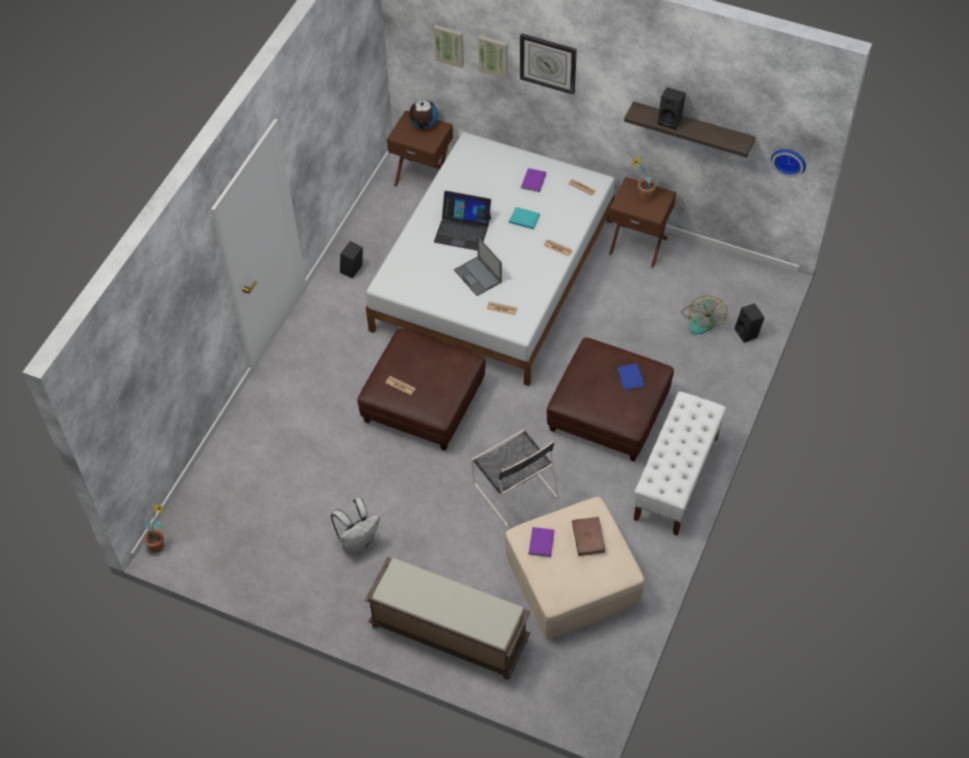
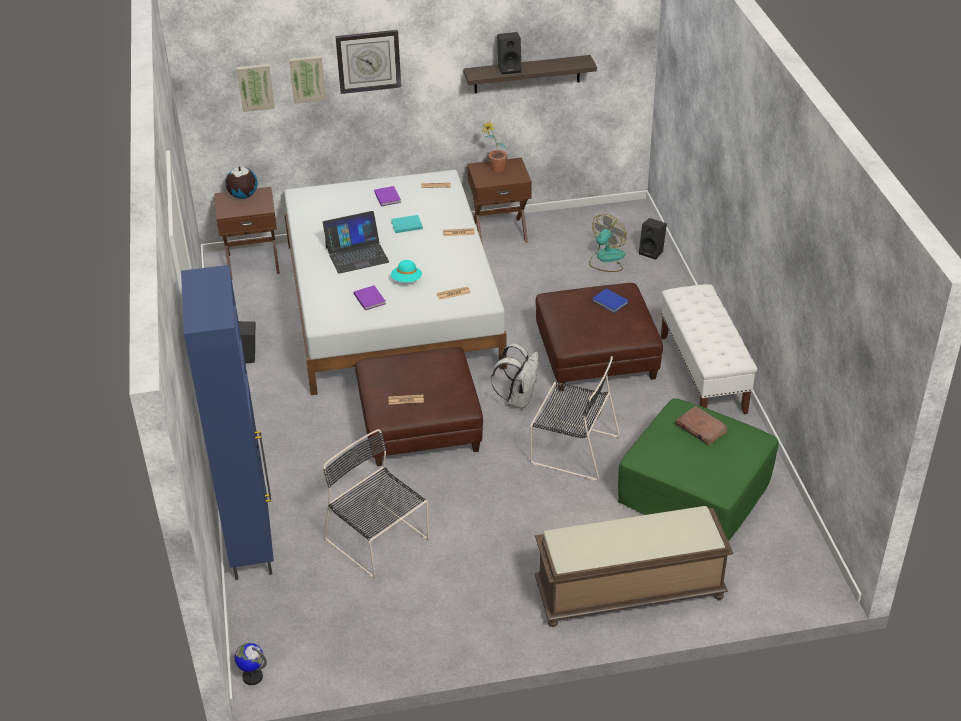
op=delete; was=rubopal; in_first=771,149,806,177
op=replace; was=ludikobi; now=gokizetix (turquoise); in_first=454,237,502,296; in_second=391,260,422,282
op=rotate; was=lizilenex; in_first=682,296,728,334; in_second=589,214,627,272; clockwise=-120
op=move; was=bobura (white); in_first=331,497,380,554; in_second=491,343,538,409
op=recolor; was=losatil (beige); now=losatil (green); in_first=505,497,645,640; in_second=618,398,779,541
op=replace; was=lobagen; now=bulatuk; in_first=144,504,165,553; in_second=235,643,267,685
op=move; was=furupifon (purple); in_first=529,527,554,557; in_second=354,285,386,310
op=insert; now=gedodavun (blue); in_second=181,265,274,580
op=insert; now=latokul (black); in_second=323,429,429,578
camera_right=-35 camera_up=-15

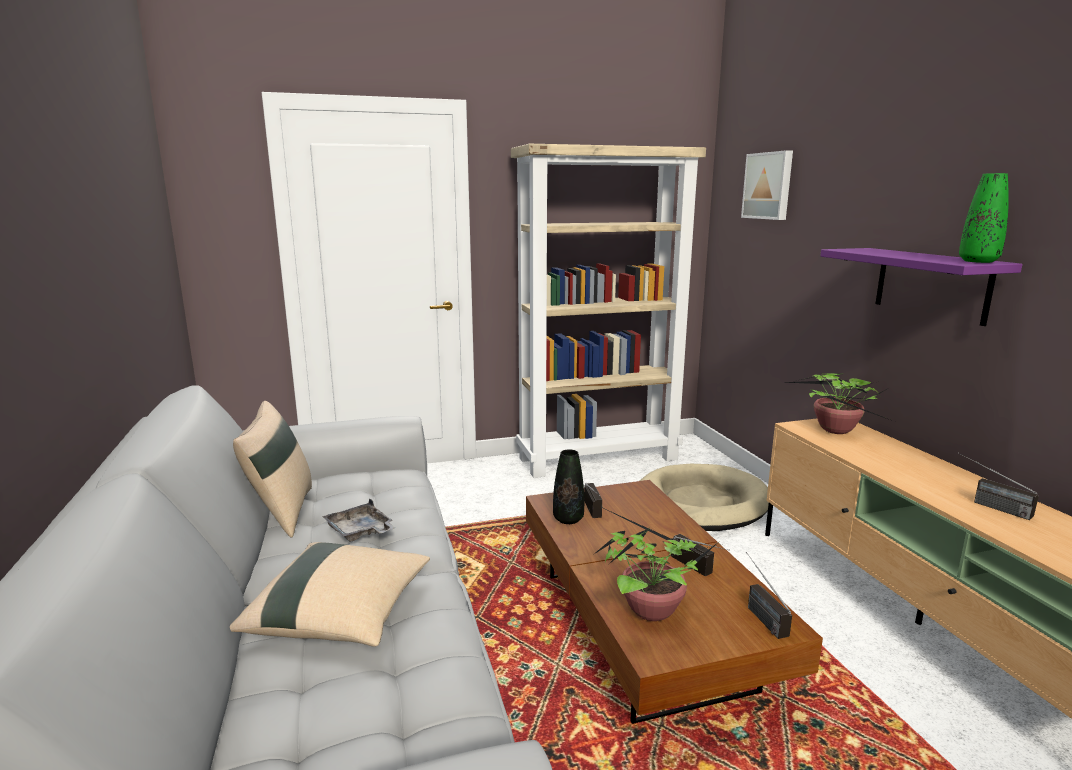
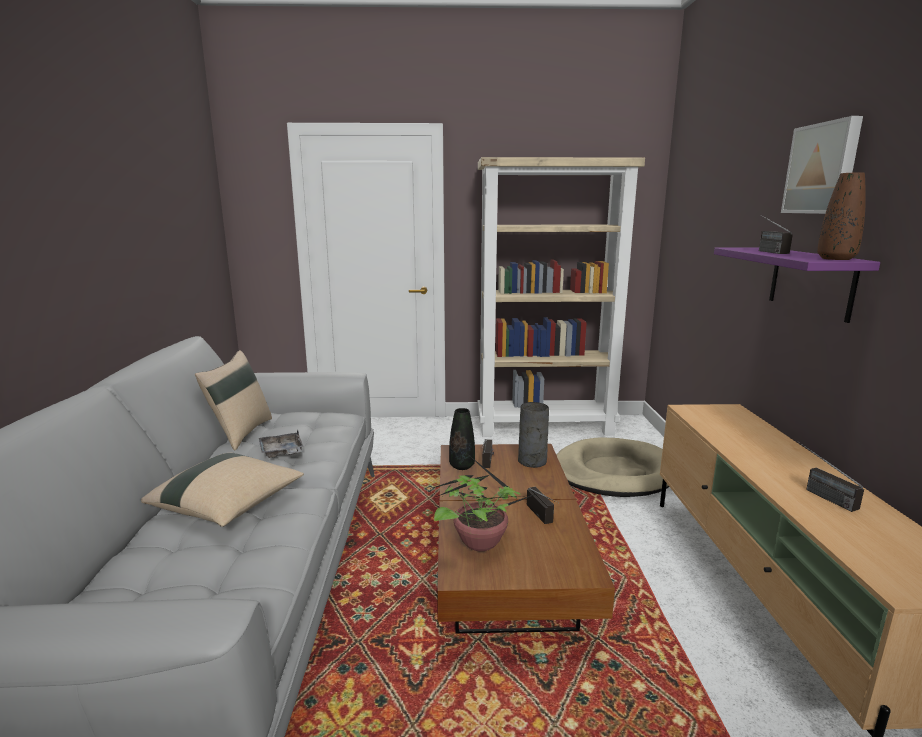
op=move; was=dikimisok; in_first=741,150,793,220; in_second=781,116,863,214
op=recolor; was=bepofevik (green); now=bepofevik (brown); in_first=959,173,1009,263; in_second=817,172,866,260
op=delete; was=lobagen; in_first=787,373,890,434
op=move; was=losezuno; in_first=746,552,792,639; in_second=759,215,793,254
op=insert; now=bepofevik (grey); in_second=518,402,549,468
camera_right=15 camera_up=0

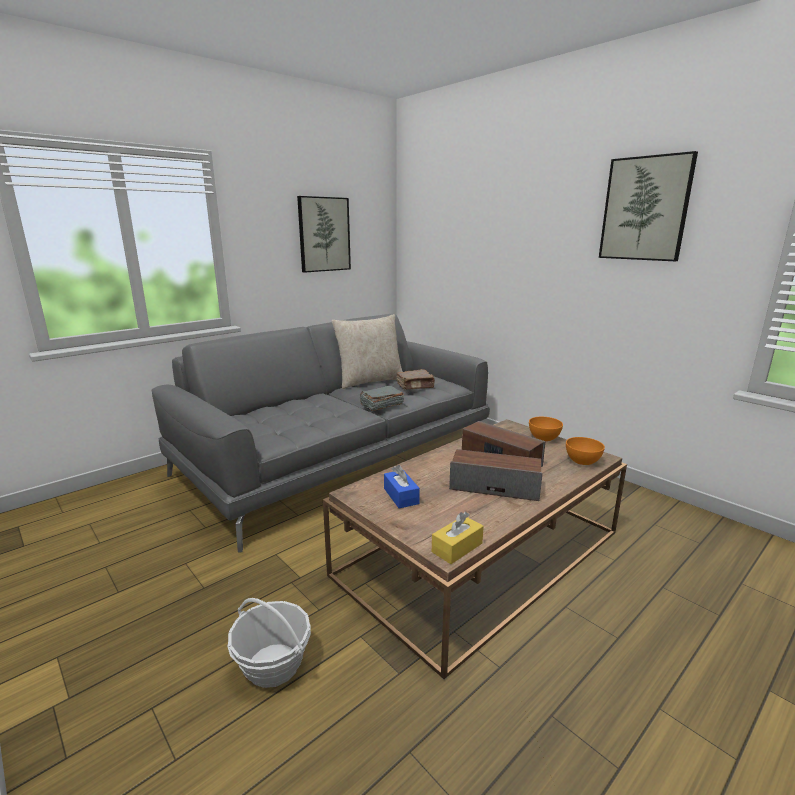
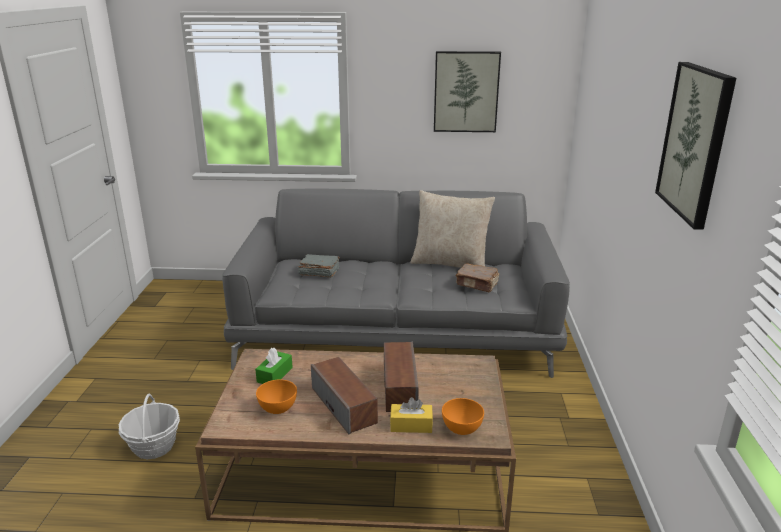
op=move; was=furupifon (grey); in_first=360,386,404,412; in_second=298,254,340,277
op=move; was=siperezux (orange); in_first=529,417,563,441; in_second=256,379,297,414
op=recolor; was=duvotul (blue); now=duvotul (green); in_first=384,465,420,508; in_second=255,348,293,384
op=move; was=duvotul (yellow); in_first=432,512,484,564; in_second=390,397,433,433
camera_right=45 camera_up=5

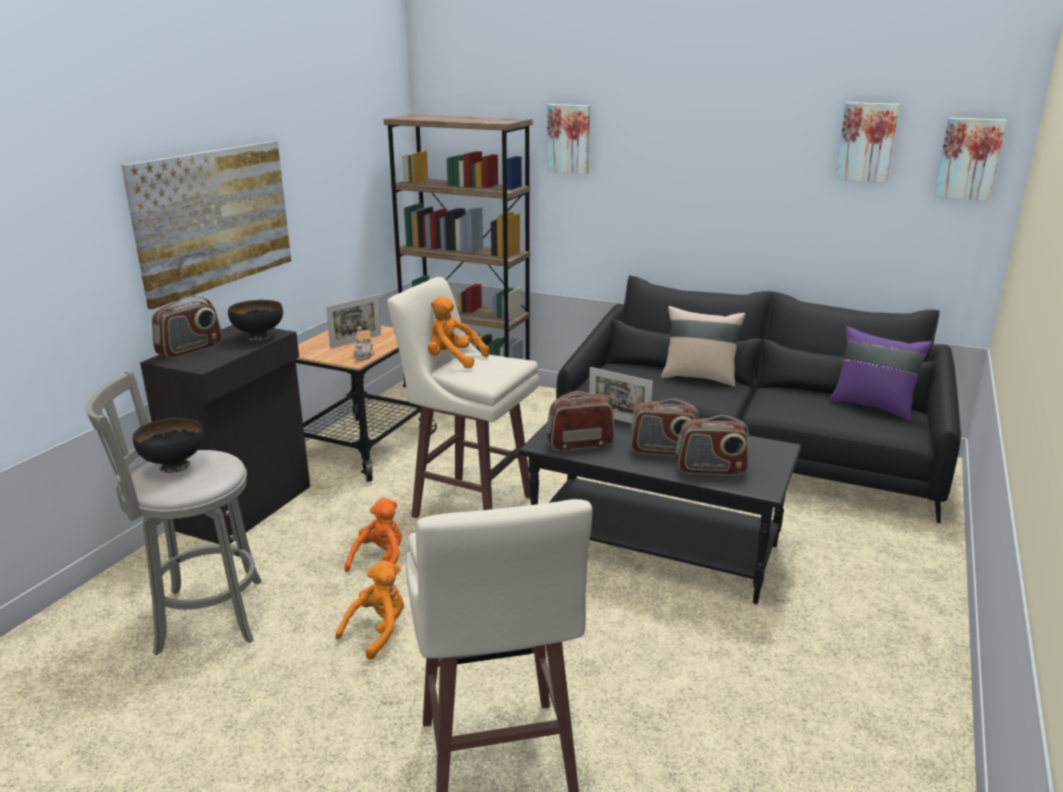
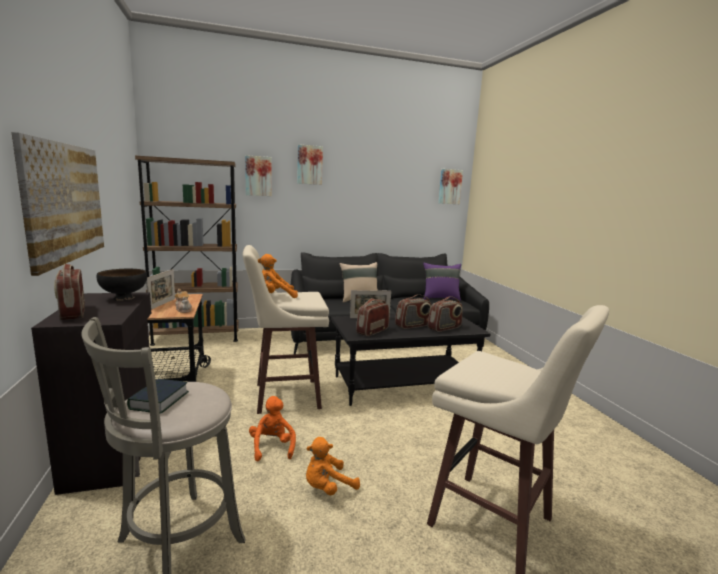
op=move; was=dikimisok; in_first=835,102,900,183; in_second=297,144,323,185
op=rotate; was=losezuno; in_first=152,296,222,359; in_second=54,264,85,320; clockwise=150
op=replace; was=siperezux (black); now=furupifon; in_first=133,417,204,473; in_second=127,379,189,413
op=rotate; was=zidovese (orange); in_first=335,560,404,660; in_second=306,437,360,495; clockwise=-120
camera_right=-40 camera_up=-10

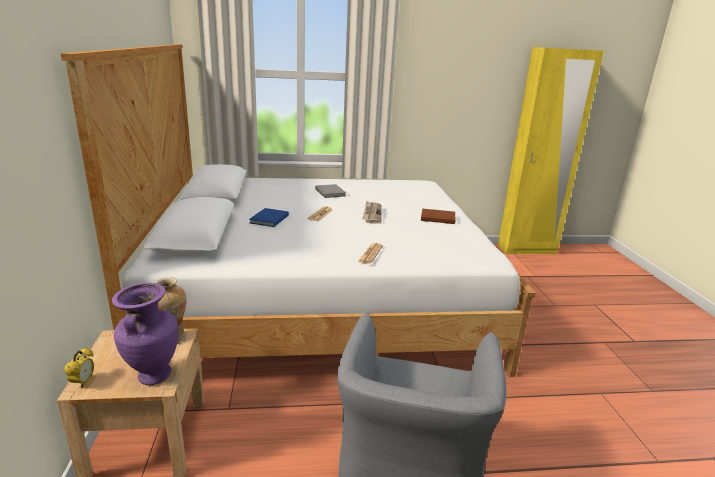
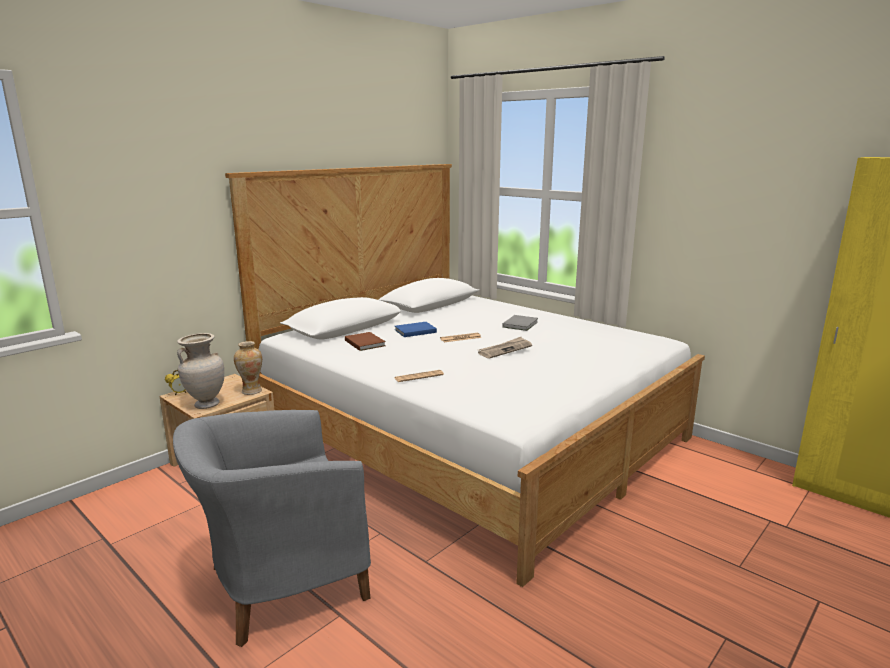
op=move; was=furupifon (brown); in_first=421,208,456,224; in_second=345,332,386,351
op=recolor; was=bepofevik (purple); now=bepofevik (beige); in_first=112,283,179,385; in_second=177,333,224,409
camera_right=50 camera_up=-5

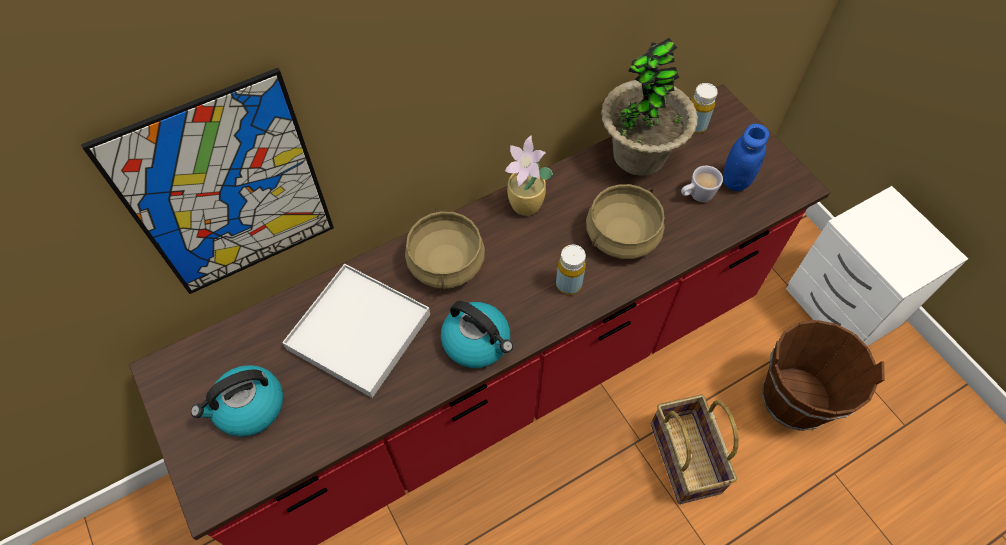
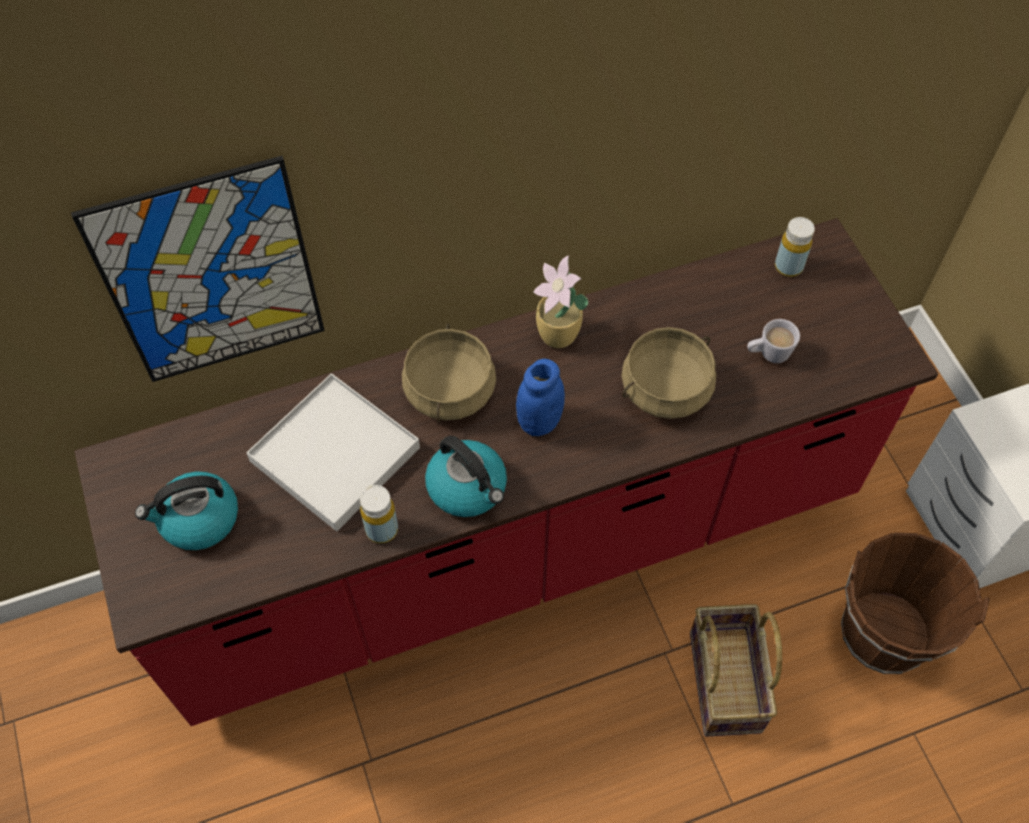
op=delete; was=lobagen; in_first=601,38,698,176
op=move; was=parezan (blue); in_first=723,124,769,191; in_second=516,359,565,436
op=move; was=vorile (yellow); in_first=556,245,586,295; in_second=360,485,398,543
camera_right=10 camera_up=0

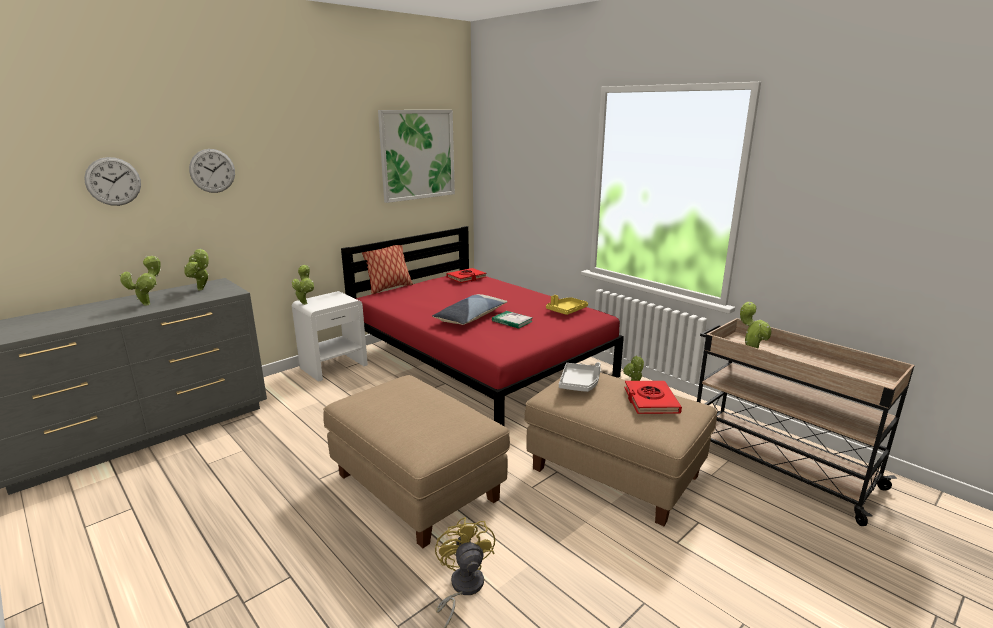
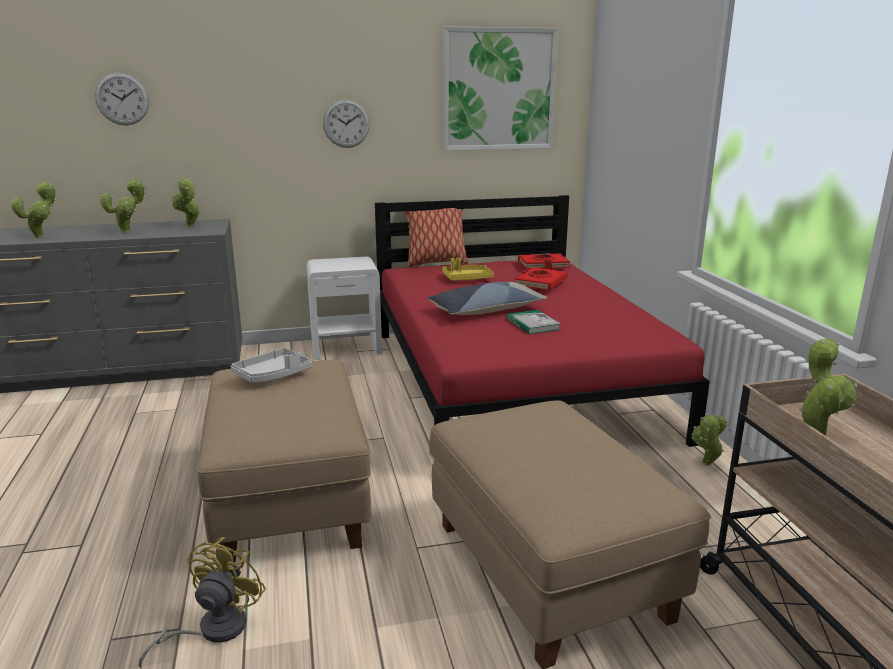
op=move; was=rubopal; in_first=189,149,235,193; in_second=323,99,370,148
op=move; was=lobagen; in_first=292,265,314,305; in_second=11,182,56,238
op=move; was=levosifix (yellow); in_first=546,295,588,315; in_second=442,258,494,281
op=move; was=levosifix (grey); in_first=559,362,601,392; in_second=231,348,312,383
op=move; was=furupifon (red); in_first=625,381,682,414; in_second=515,267,568,290
camera_right=30 camera_up=0

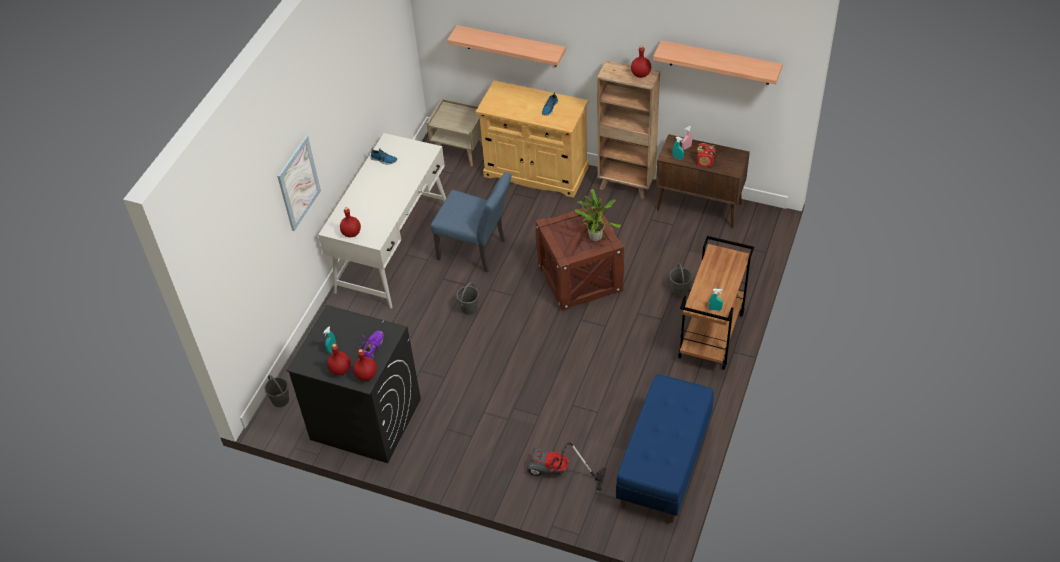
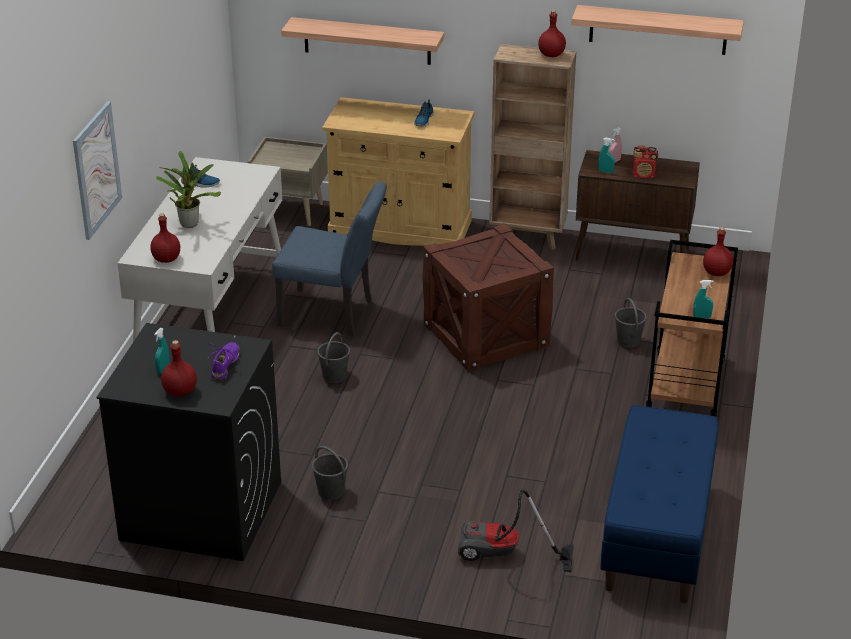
op=move; was=lobagen; in_first=575,189,621,241; in_second=156,151,221,228
op=move; was=vorile (red); in_first=353,349,377,381; in_second=703,227,733,276
op=move; was=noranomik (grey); in_first=264,375,289,407; in_second=312,446,348,500
camera_right=-10 camera_up=-15

